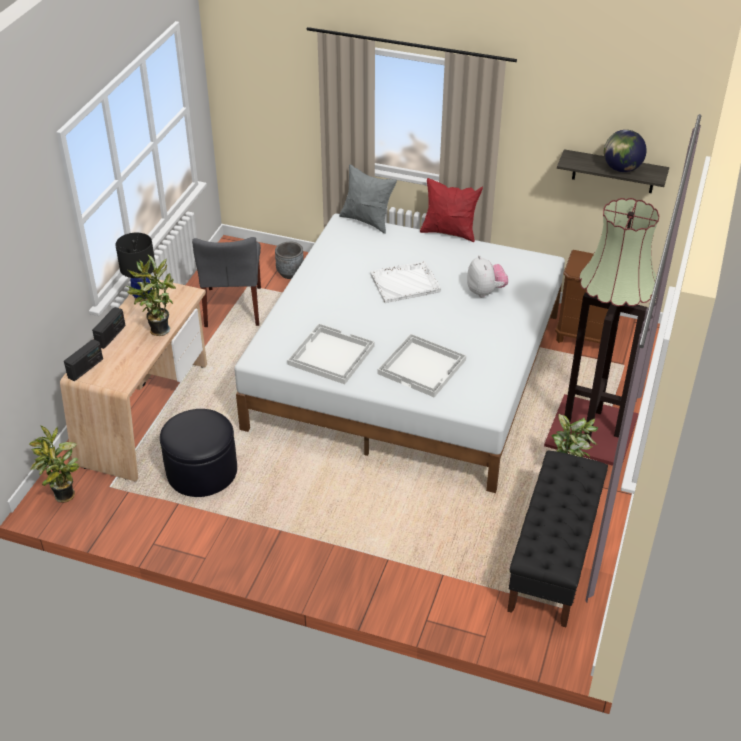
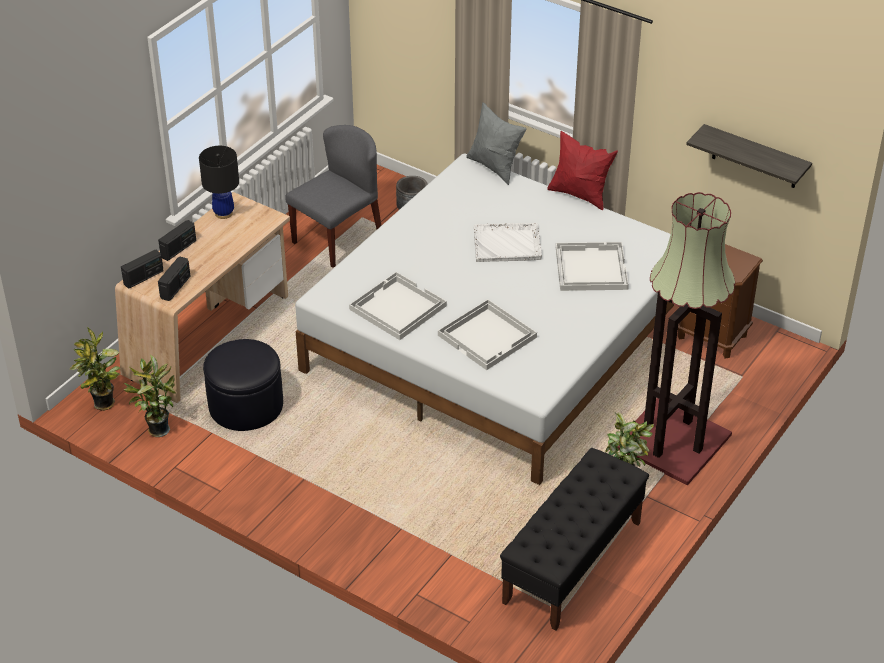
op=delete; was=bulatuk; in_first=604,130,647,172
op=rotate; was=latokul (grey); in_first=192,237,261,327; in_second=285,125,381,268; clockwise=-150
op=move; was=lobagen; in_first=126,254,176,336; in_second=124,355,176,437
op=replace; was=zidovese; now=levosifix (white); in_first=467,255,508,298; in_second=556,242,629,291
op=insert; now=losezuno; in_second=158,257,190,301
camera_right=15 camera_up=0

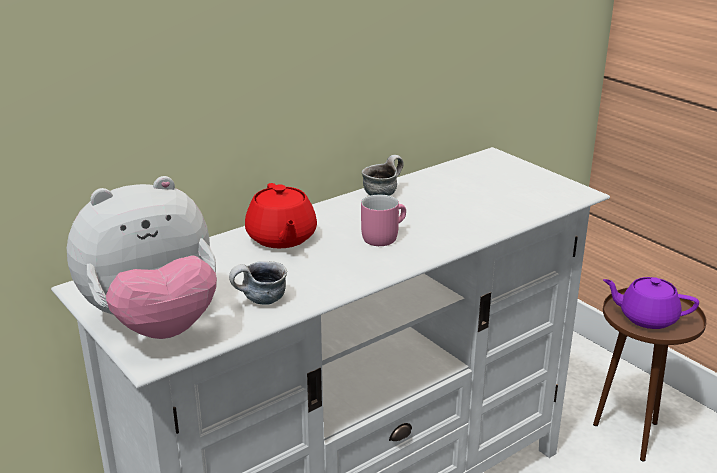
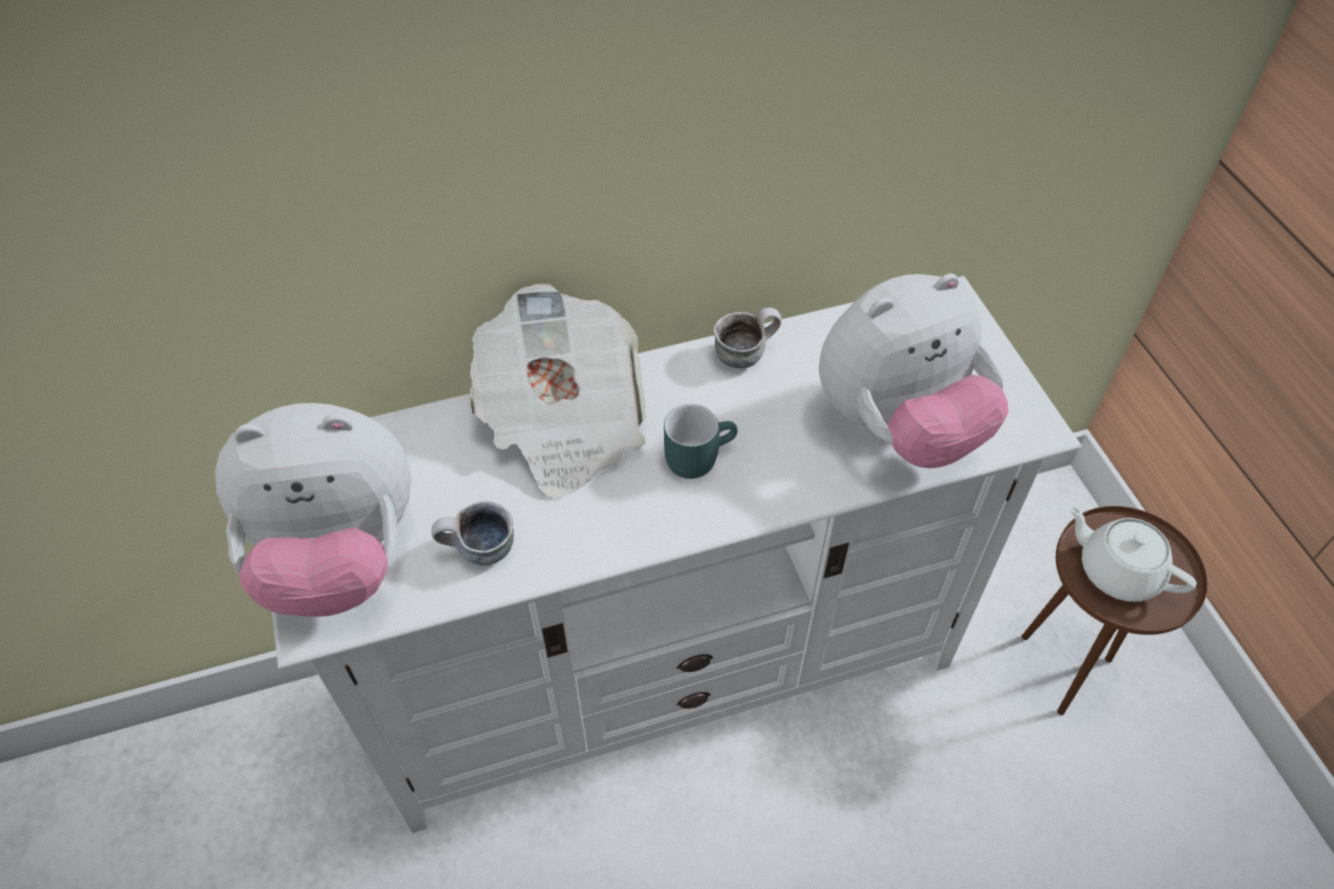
op=replace; was=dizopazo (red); now=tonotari; in_first=245,183,317,249; in_second=468,283,646,499
op=recolor; was=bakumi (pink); now=bakumi (turquoise); in_first=361,195,406,246; in_second=664,404,737,479
op=recolor; was=dizopazo (purple); now=dizopazo (white); in_first=603,277,699,329; in_second=1068,505,1197,602
op=insert; now=zidovese; in_second=819,273,1009,468
camera_right=20 camera_up=25

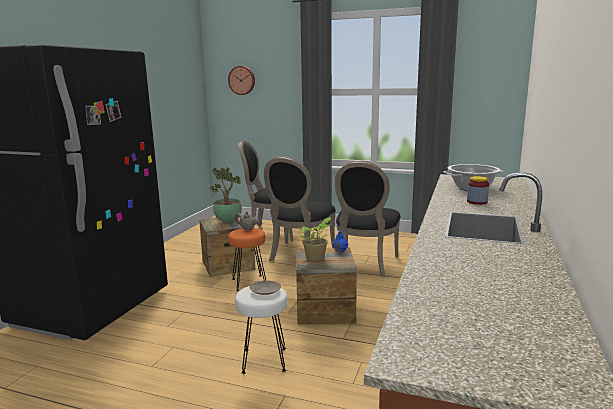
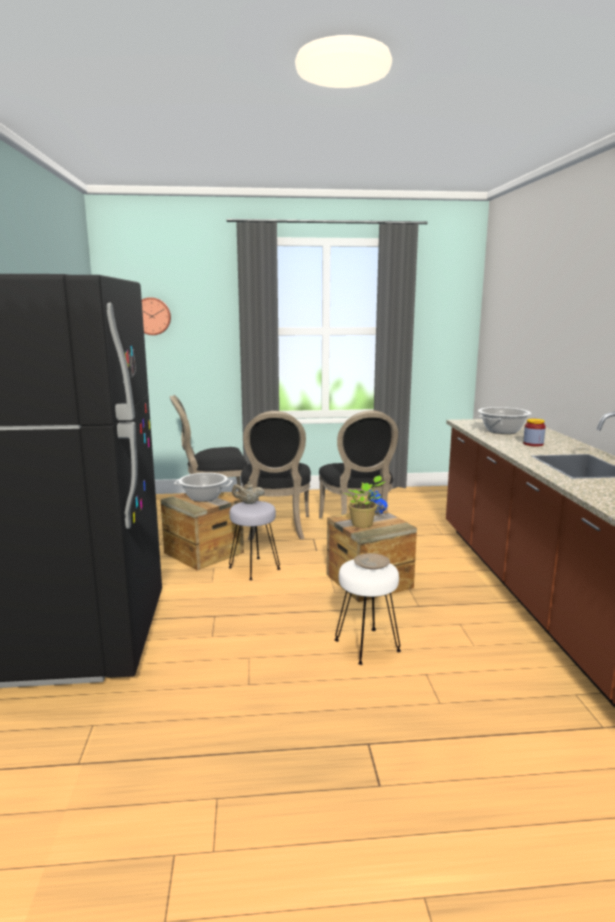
op=replace; was=lobagen; now=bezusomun; in_first=210,167,242,222; in_second=174,473,233,502
op=recolor; was=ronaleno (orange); now=ronaleno (grey); in_first=228,228,266,291; in_second=229,501,281,580
camera_right=-25 camera_up=0

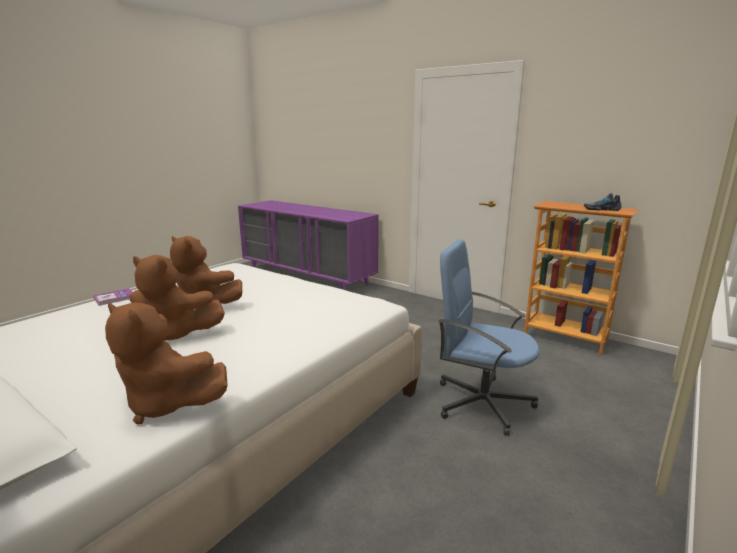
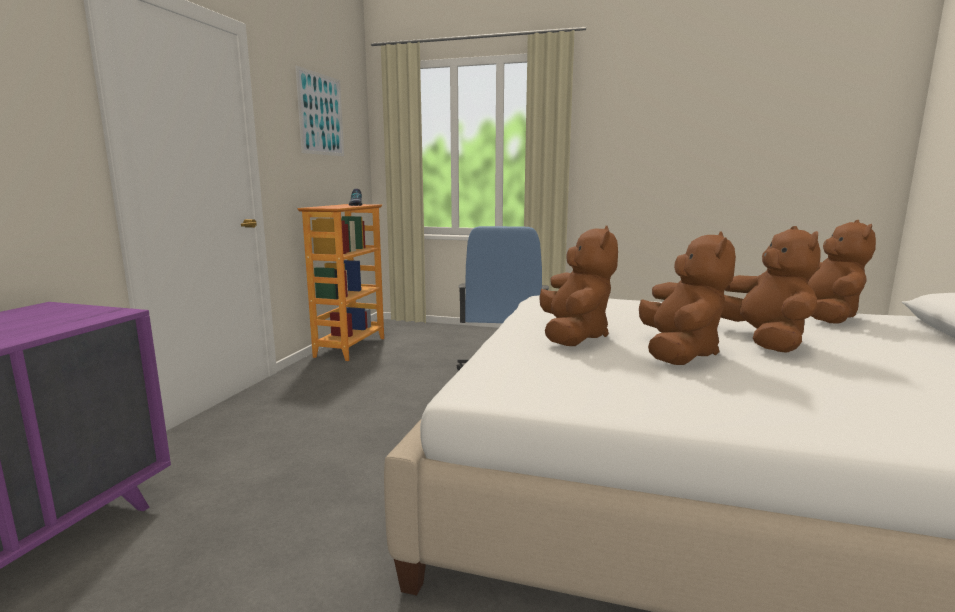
op=delete; was=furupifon; in_first=93,288,133,306
op=insert; now=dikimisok; in_second=295,66,344,156
op=insert; now=zidovese (brown); in_second=539,226,618,346
camera_right=-110 camera_up=-5

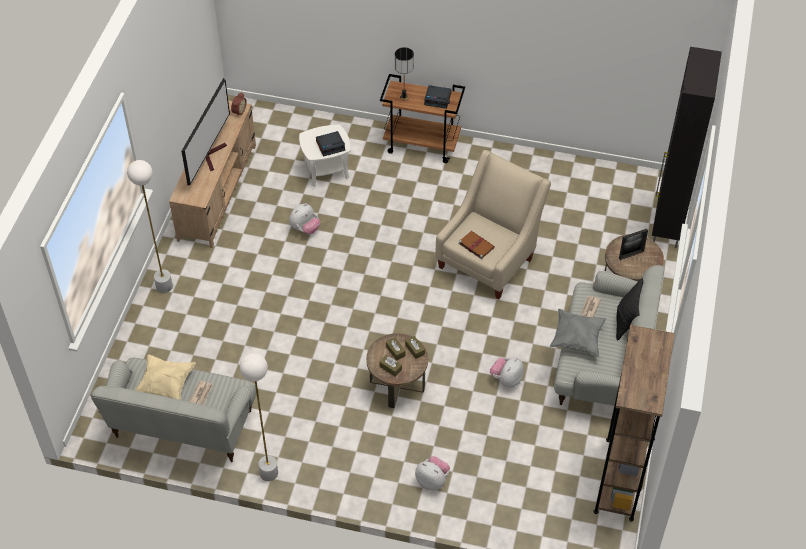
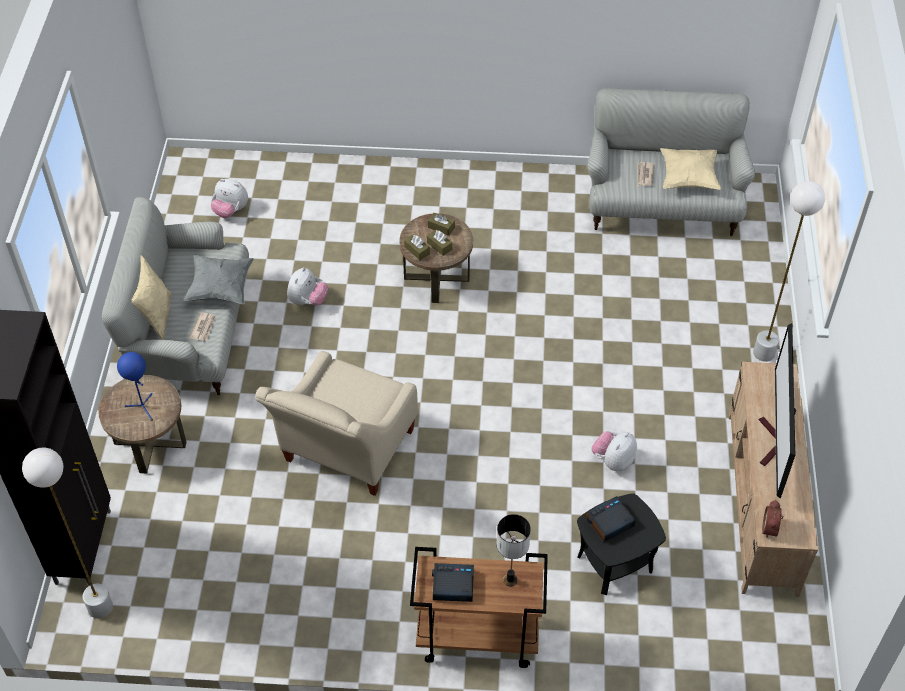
op=recolor; was=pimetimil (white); now=pimetimil (black); in_first=299,125,351,187; in_second=577,493,666,595
op=replace; was=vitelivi; now=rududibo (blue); in_first=619,229,648,260; in_second=117,352,153,421
op=delete; was=furupifon (brown); in_first=459,231,495,259
op=recolor; was=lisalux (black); now=lisalux (beige); in_first=616,278,643,340; in_second=132,255,172,340
op=delete; was=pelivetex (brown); in_first=593,325,675,522
op=move; was=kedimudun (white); in_first=239,353,278,481; in_second=22,447,113,618
op=move; was=zidovese; in_first=415,456,450,491; in_second=211,179,248,218
camera_right=170 camera_up=0

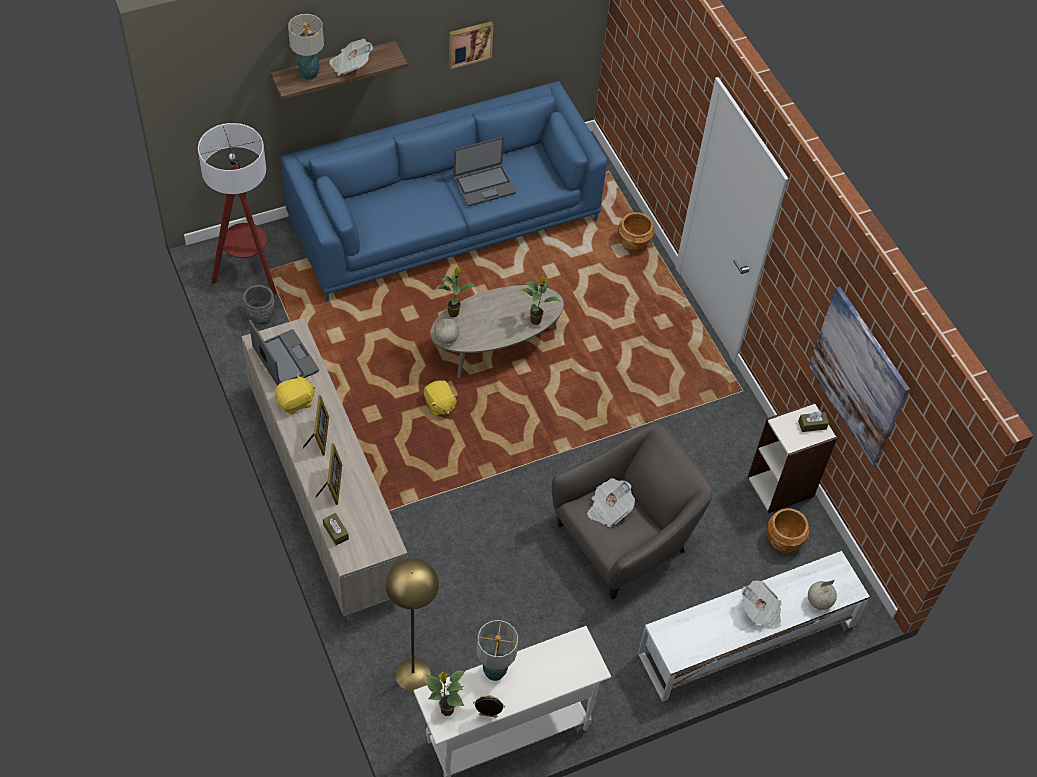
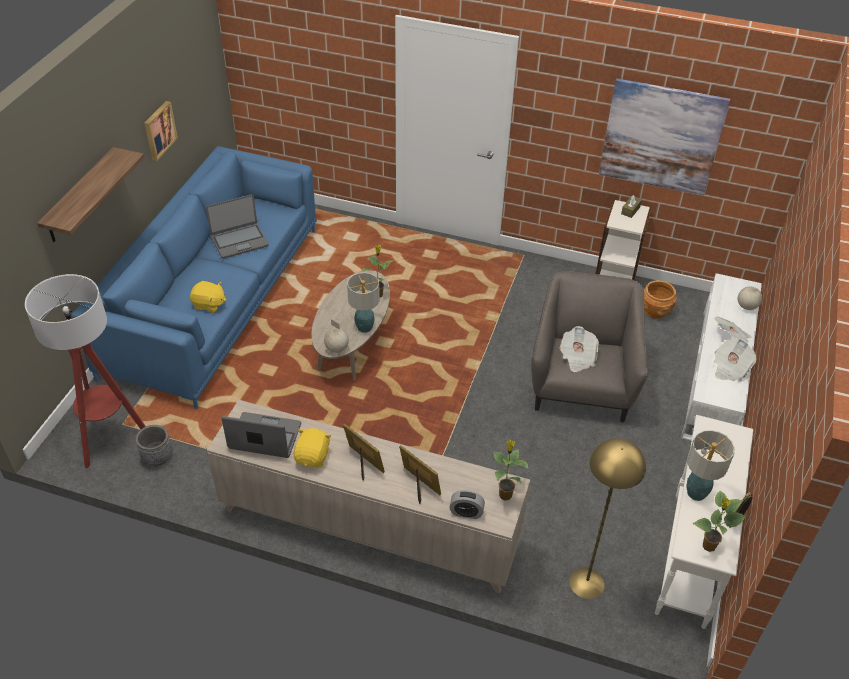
op=move; was=rududibo; in_first=288,14,324,80; in_second=347,273,380,333
op=move; was=tonotari; in_first=329,39,373,76; in_second=714,339,757,382
op=rotate; was=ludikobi; in_first=454,137,516,206; in_second=206,194,269,259; clockwise=45
op=delete; was=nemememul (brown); in_first=618,212,655,253
op=move; was=lobagen; in_first=435,267,476,317; in_second=493,440,529,501
op=move; was=zidovese (yellow); in_first=424,380,458,416; in_second=190,281,226,313
op=replace; was=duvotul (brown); now=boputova; in_first=323,513,349,545; in_second=450,490,485,519
camera_right=-45 camera_up=-10

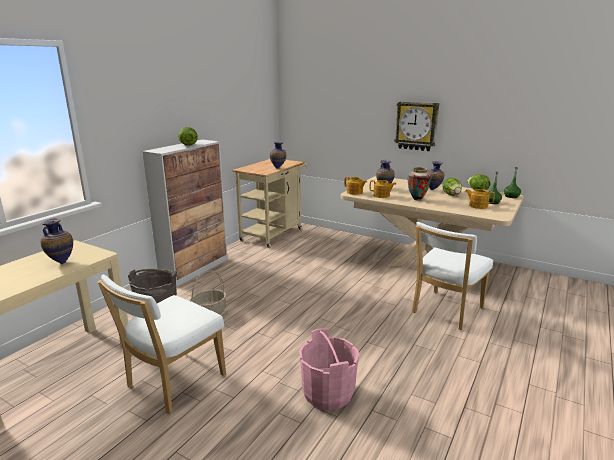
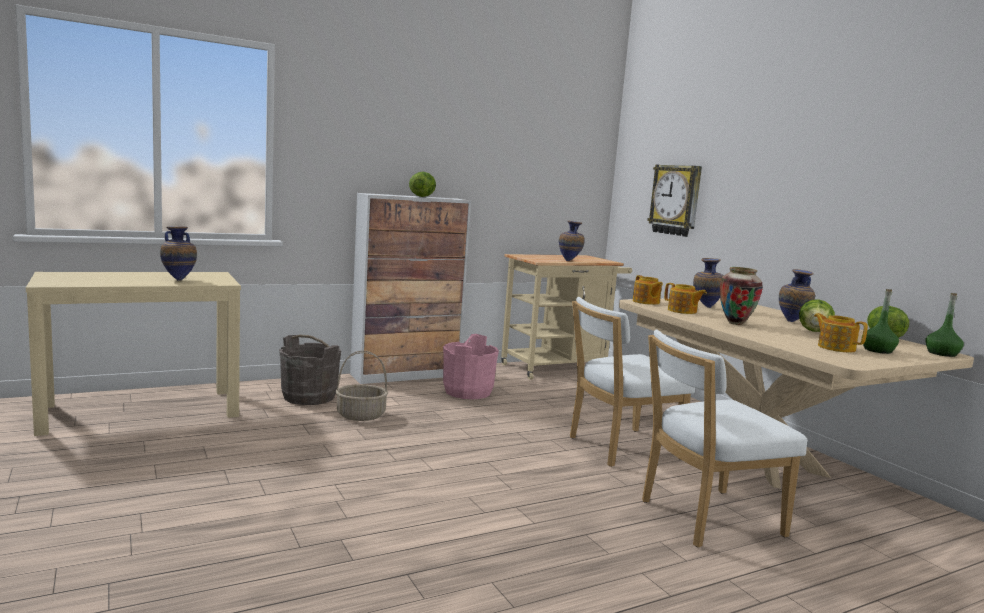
op=move; was=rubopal; in_first=394,101,439,151; in_second=647,165,702,237
op=move; was=latokul (white); in_first=97,275,226,414; in_second=570,297,695,467
op=move; was=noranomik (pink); in_first=299,329,359,410; in_second=443,334,499,399
camera_right=30 camera_up=-10

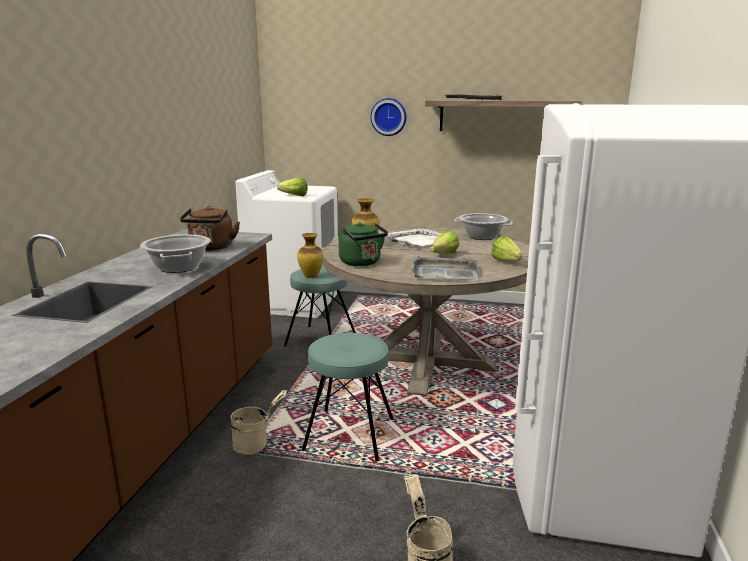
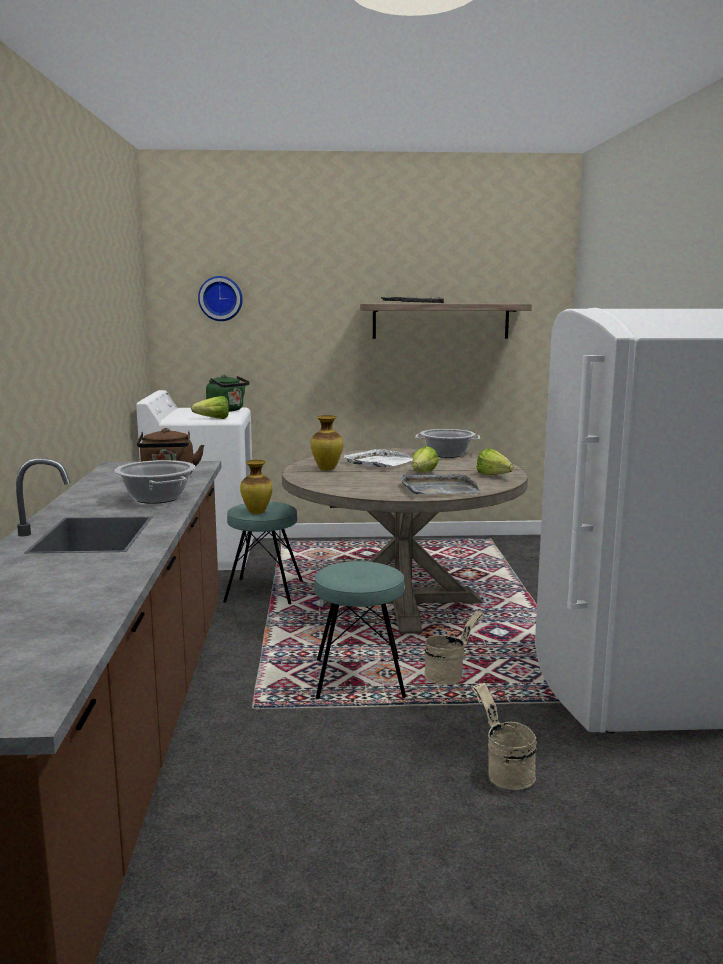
op=move; was=rubopal; in_first=371,98,407,136; in_second=198,276,243,321
op=move; was=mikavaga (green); in_first=339,222,388,266; in_second=206,375,250,412
op=move; was=noranomik (beige); in_first=231,390,288,455; in_second=425,610,485,685
camera_right=-15 camera_up=-5

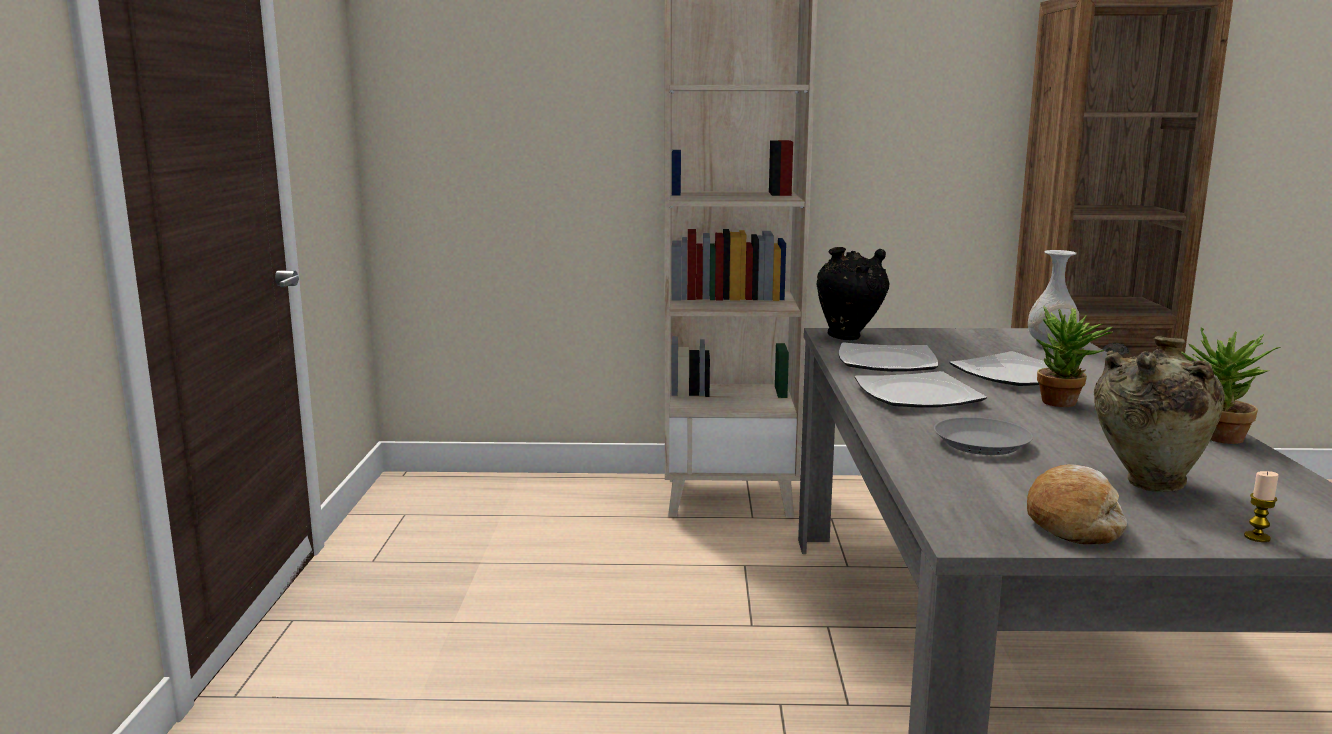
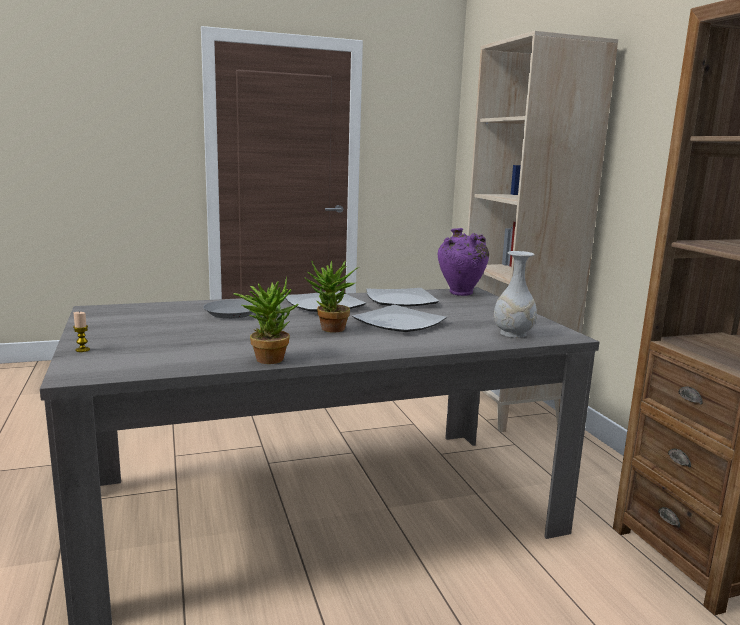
op=recolor; was=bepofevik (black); now=bepofevik (purple); in_first=816,247,890,340; in_second=438,228,489,296
op=delete; was=bepofevik (beige); in_first=1094,336,1225,492
op=delete; was=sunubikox; in_first=1027,464,1127,544
camera_right=70 camera_up=0

